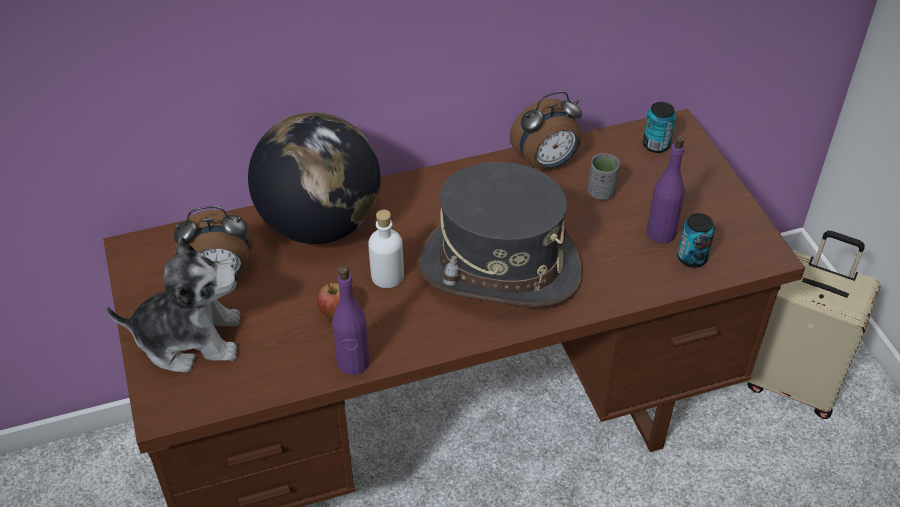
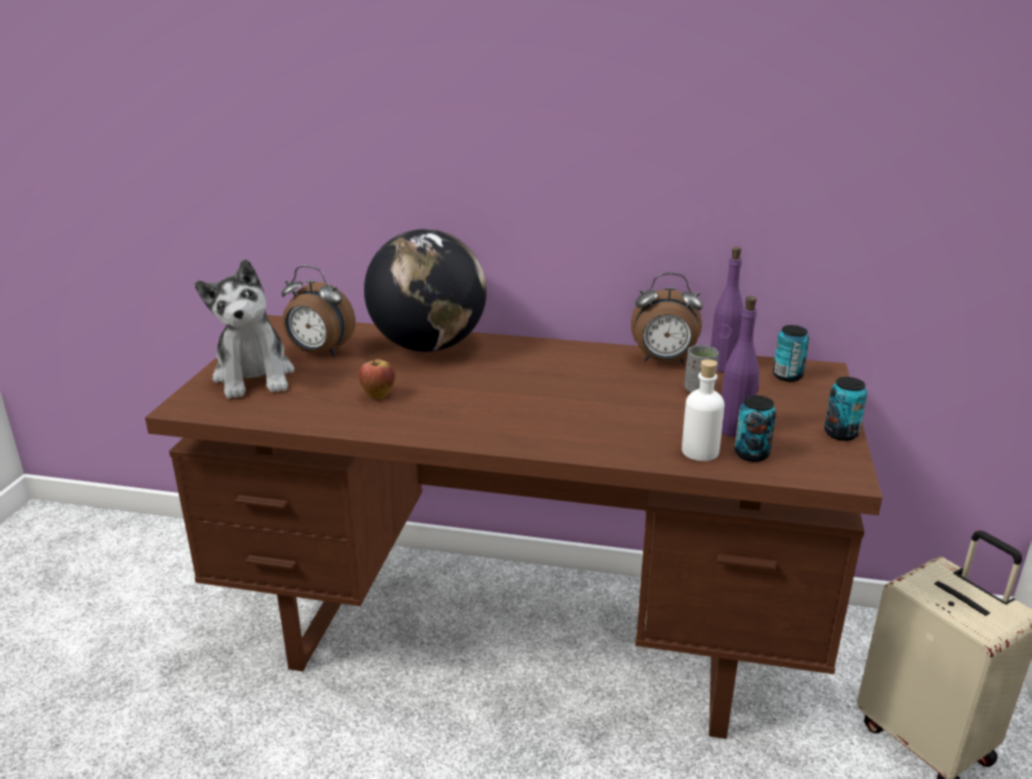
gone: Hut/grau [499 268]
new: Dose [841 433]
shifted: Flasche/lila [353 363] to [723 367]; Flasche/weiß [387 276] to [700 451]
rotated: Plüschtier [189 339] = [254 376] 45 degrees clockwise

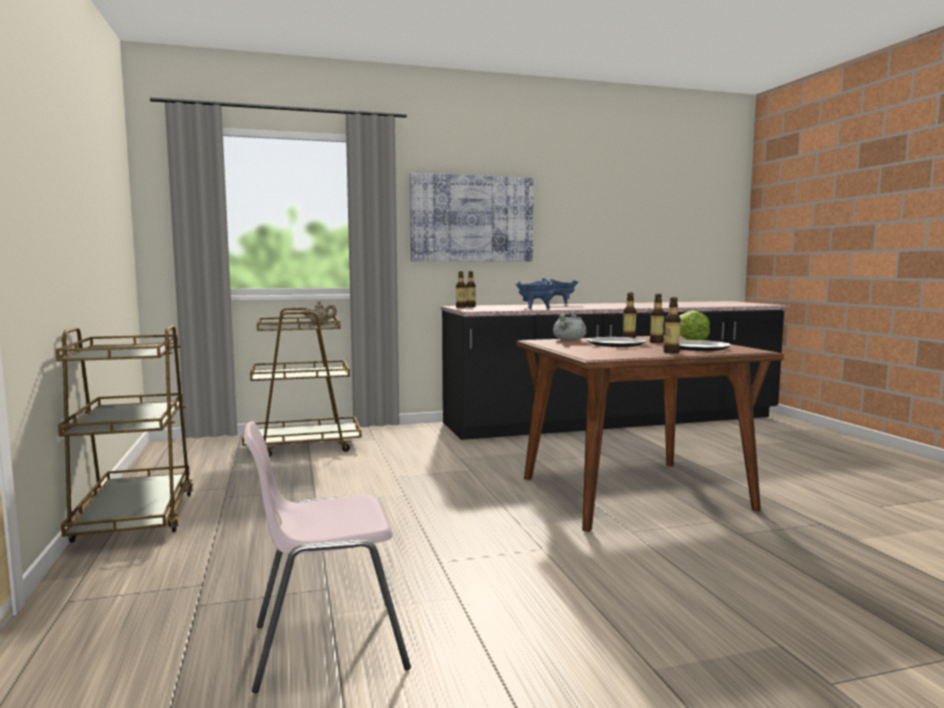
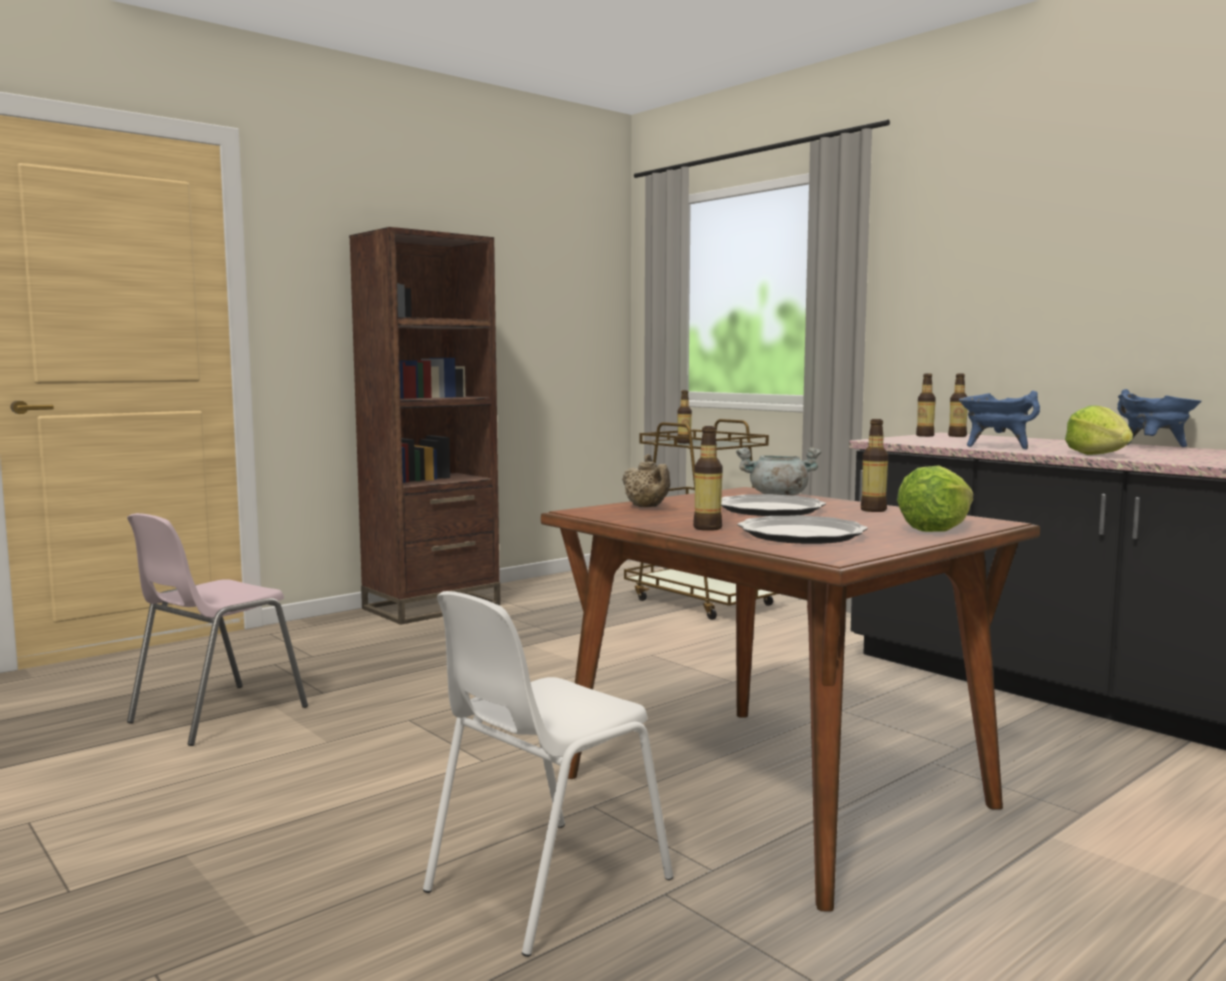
gone: Bild [471 219]
new: Stuhl/weiß [544 884]; Salatkopf [1098 455]
shifted: Teekanne/beige [320 324] to [647 507]; Flasche [656 342] to [684 442]
swapped: Rollwagen/braun [135 518] to Bücherregal/braun [432 607]
rotated: Stuhl/rosa [327 645] = [216 715] 105 degrees counterclockwise

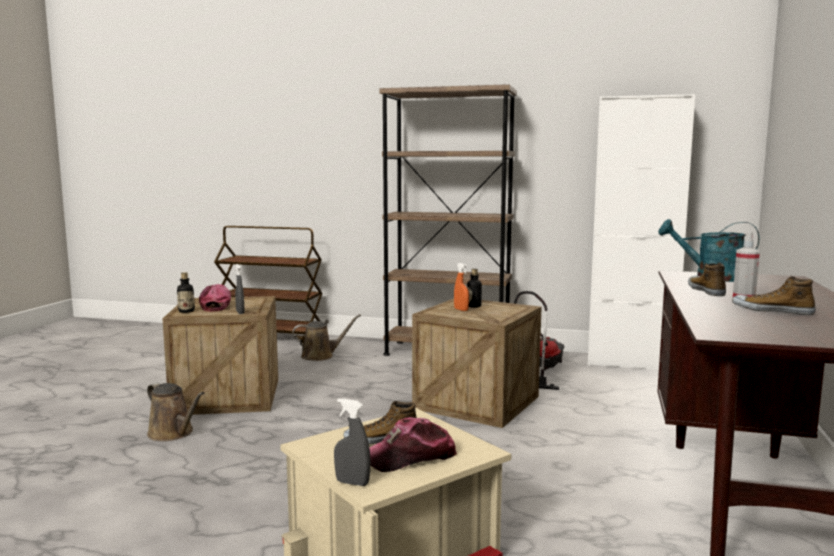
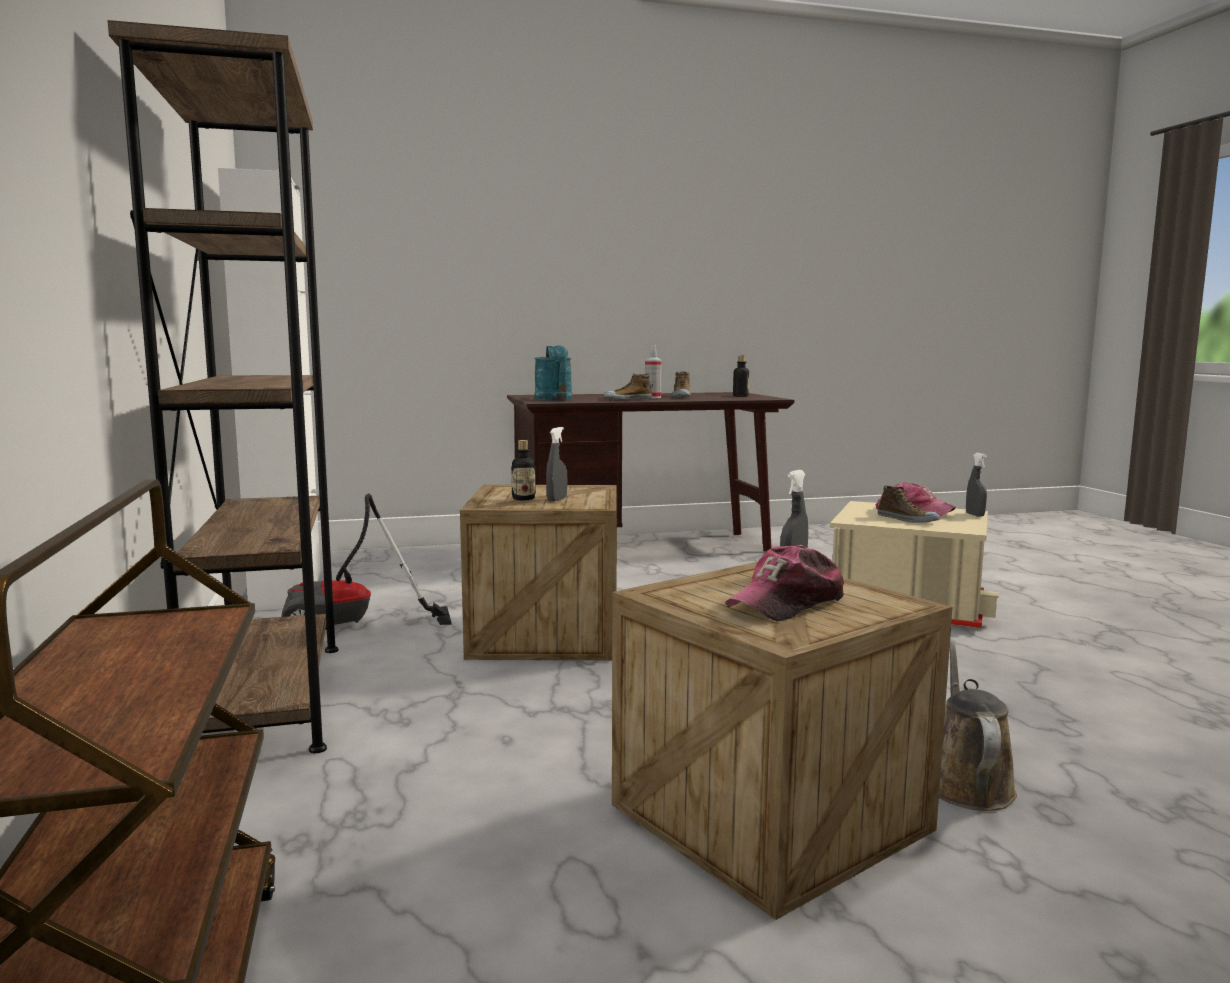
gone: Gießkanne/braun [321 356]
shifted: Flasche [186 311] to [740 396]
repainted: Sprühflasche/orange [461 310] to Sprühflasche/grau [557 500]

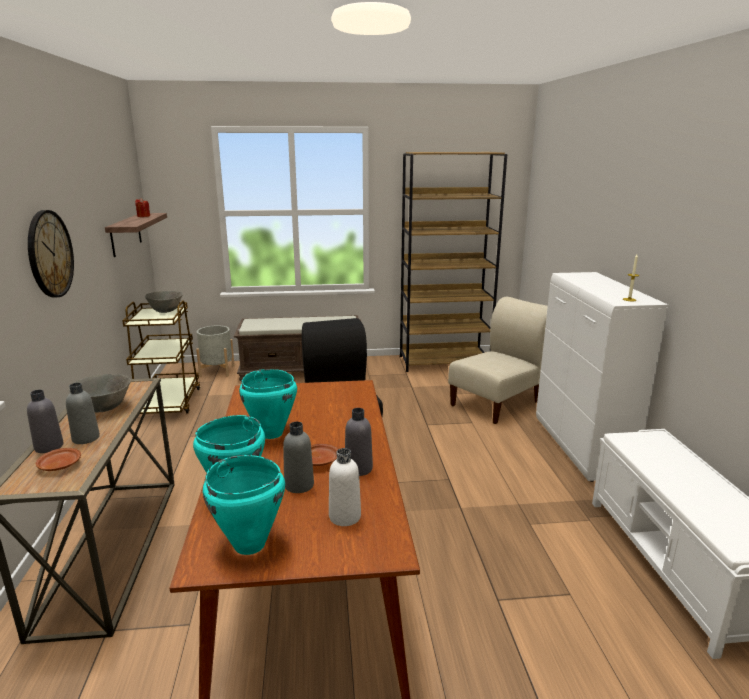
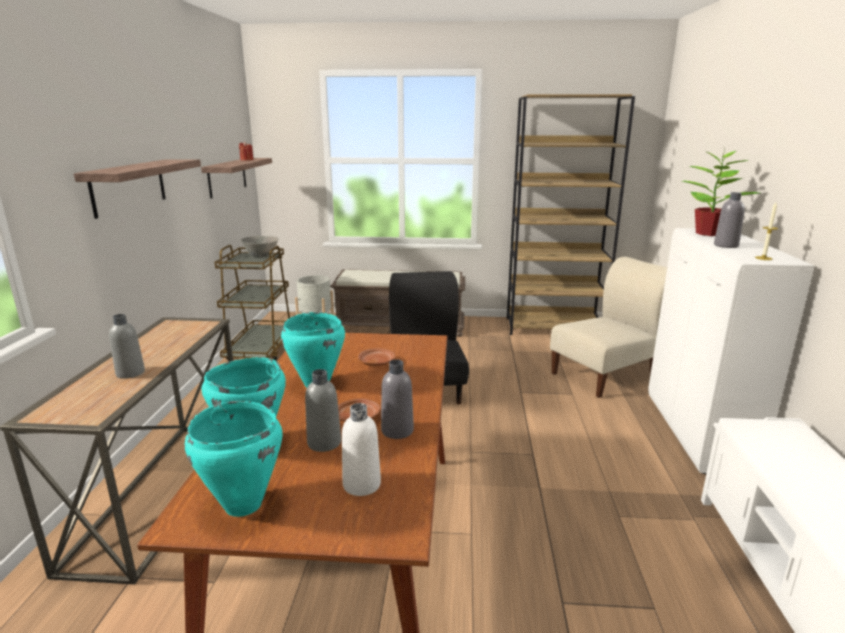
gone: Schüssel/grau [104 408]
new: Topfpflanze [707 233]
shifted: Flasche/grau [49 447] to [726 245]; Teller/braun [59 465] to [376 363]
swapped: Wanduhr [49 254] to Wandregal [129 186]

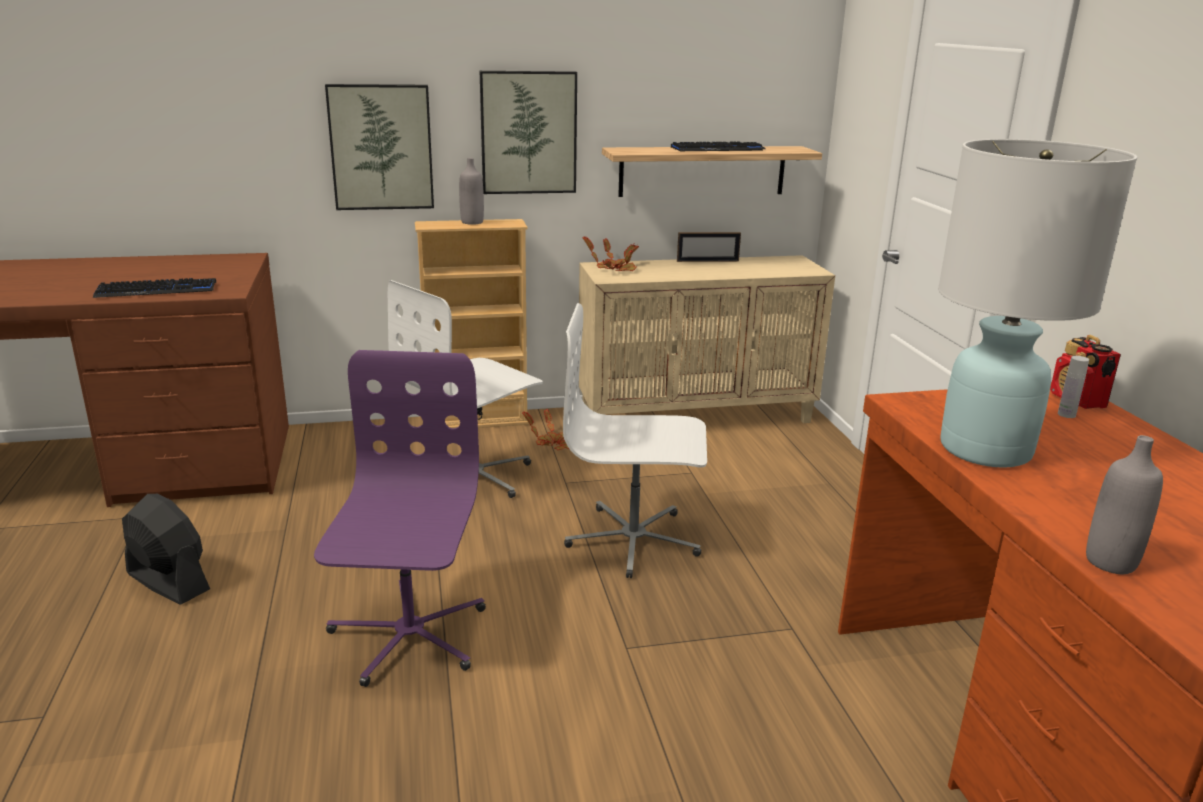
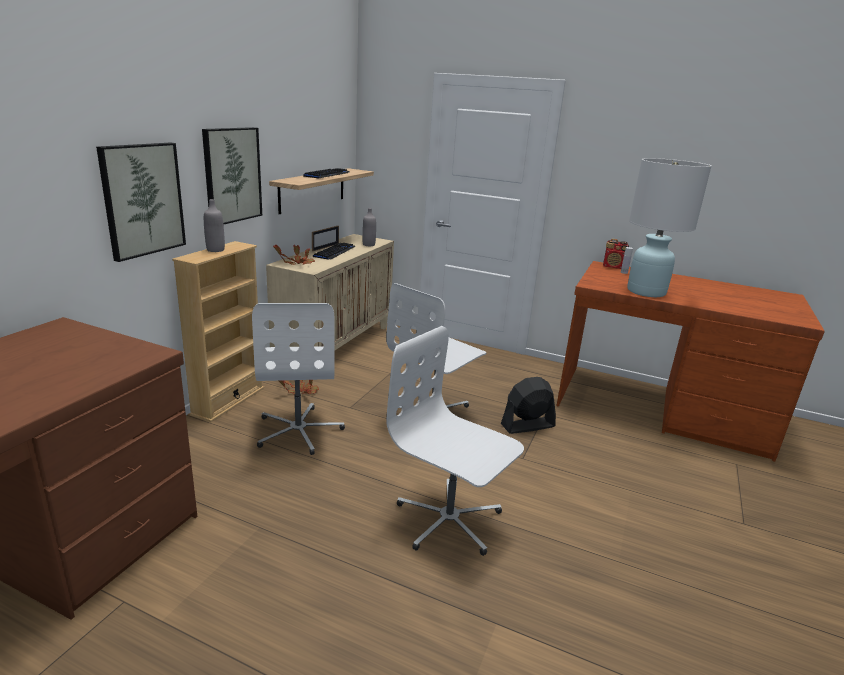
shifted: Tastatur [157 290] to [335 252]; Ventilator/schwarz [168 581] to [527 425]; Flasche/grau [1110 562] to [368 245]
repainted: Bürostuhl/lila [408 636] to Bürostuhl/weiß [448 520]

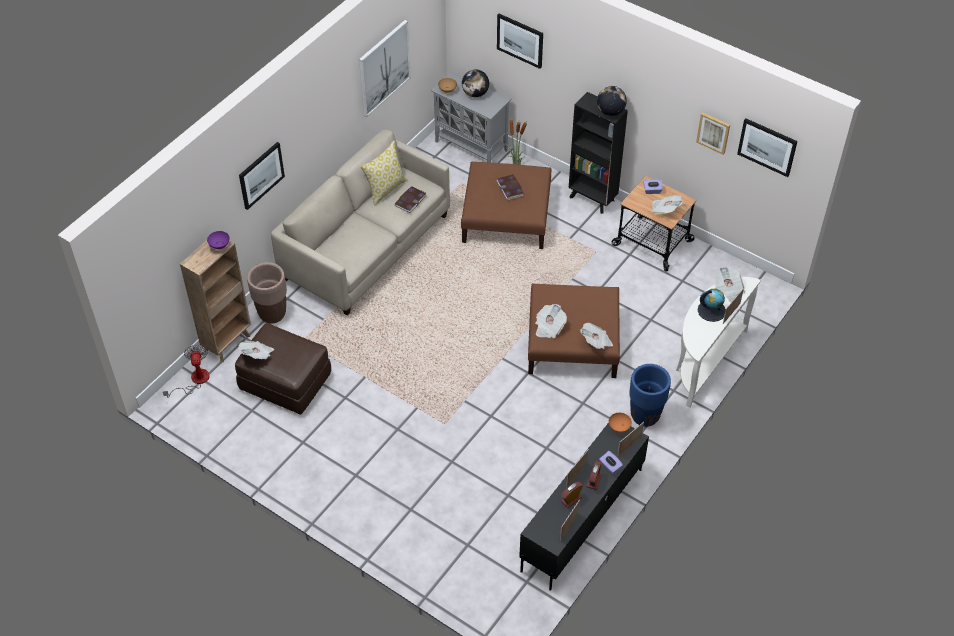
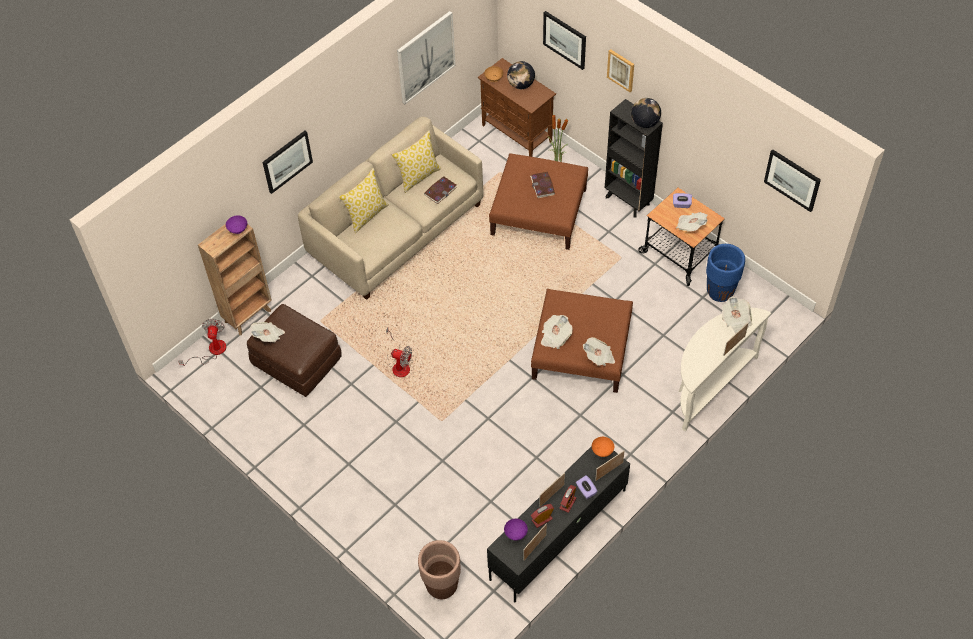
gone: Globus [711 310]
new: Kissen [366 215]; Ventilator [399 364]; Schüssel/lila [516 533]
shifted: Pflanzkübel/braun [272 314] to [442 586]; Pflanzkübel/blau [645 416] to [720 292]; Bild [713 132] to [621 70]
repainted: Schrank/grau [472 146] to Schrank/braun [517 133]

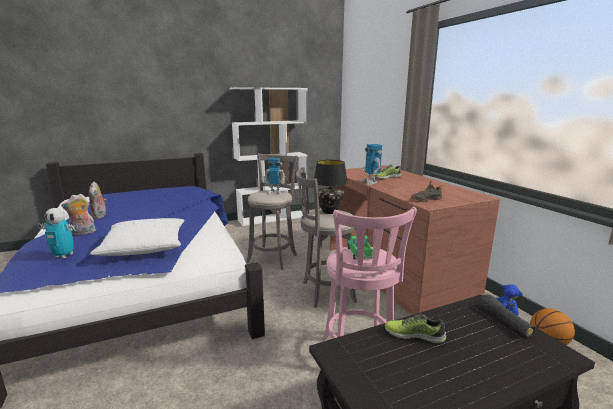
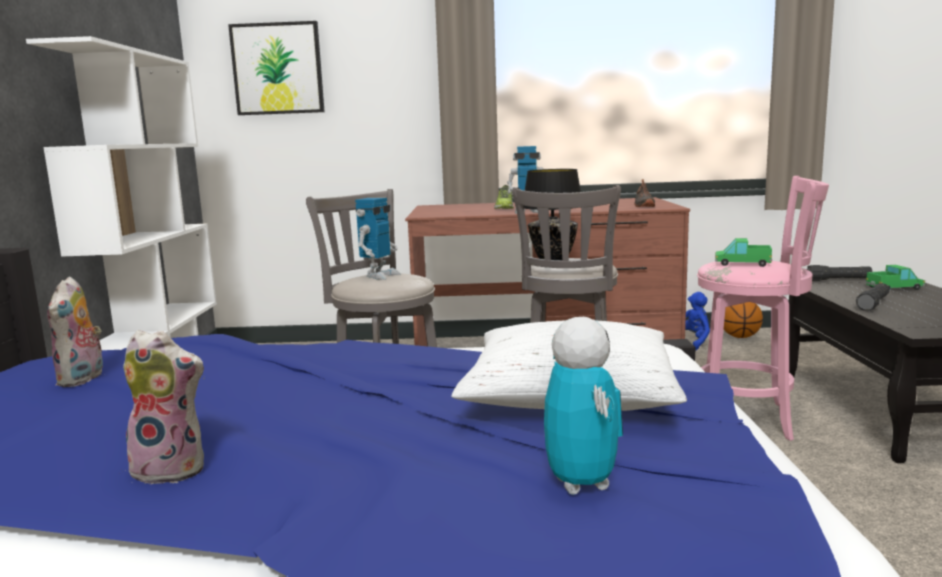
new: Bild [278 69]; Spielzeuglaster [894 288]
shifted: Plüschtier [83 233] to [83 379]
swapped: Schuh [414 334] to Taschenlampe/schwarz [873 304]
rotated: Spielzeugroboter [63 255] = [581 483] 45 degrees counterclockwise

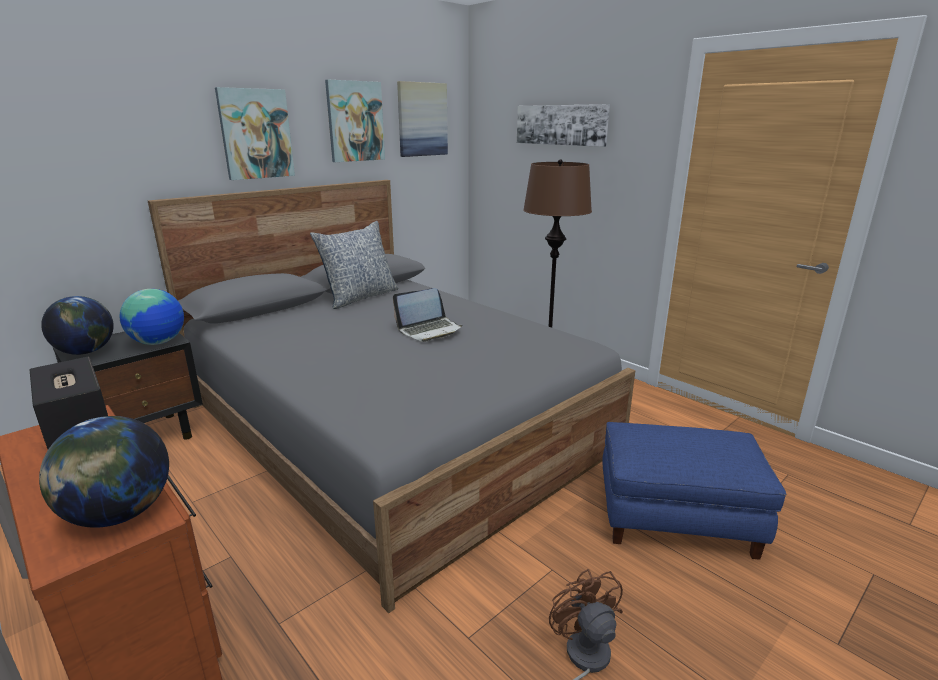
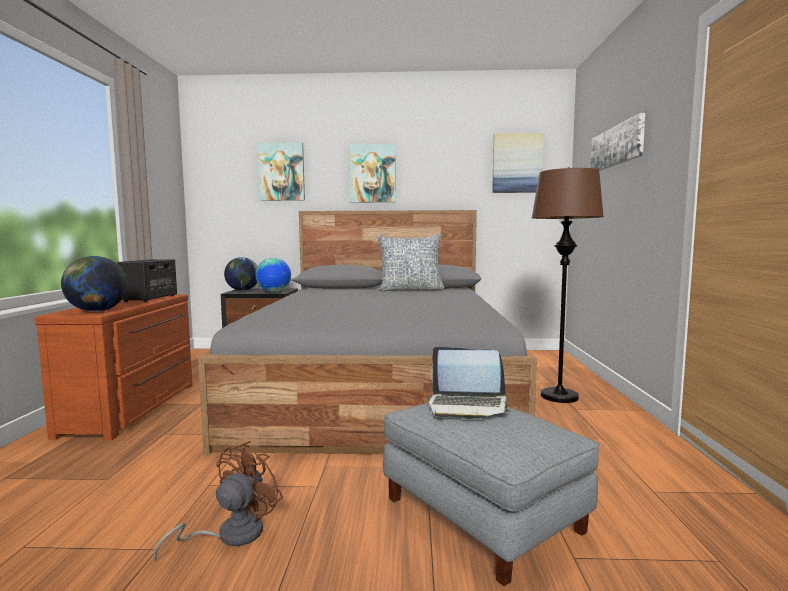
shifted: Bild [355 121] to [281 172]; Laptop [429 330] to [467 406]
repainted: Polsterhocker/blau [675 518] to Polsterhocker/grau [480 515]

